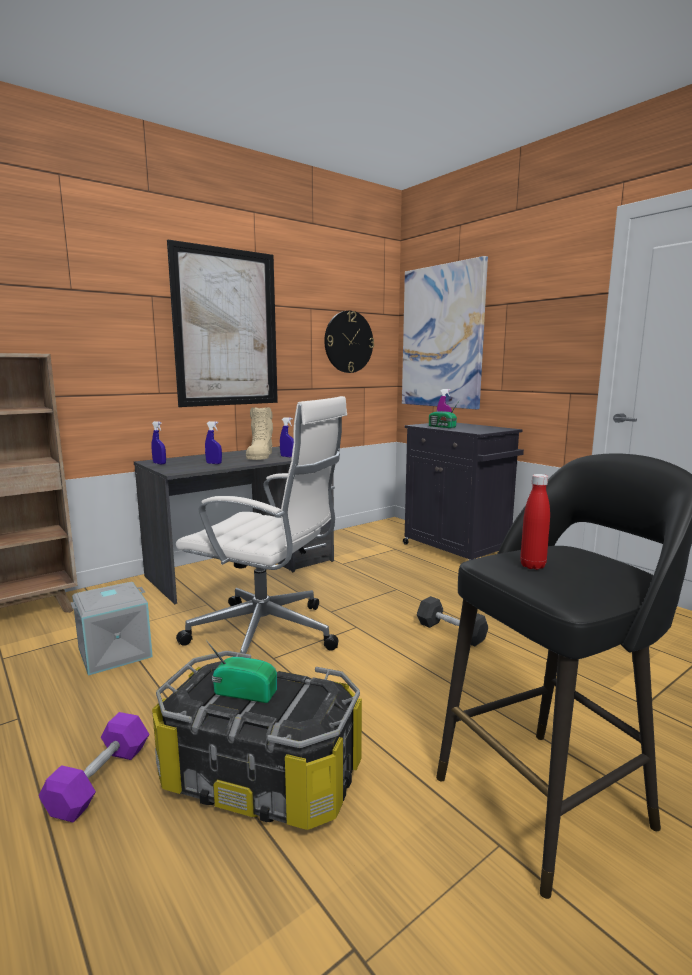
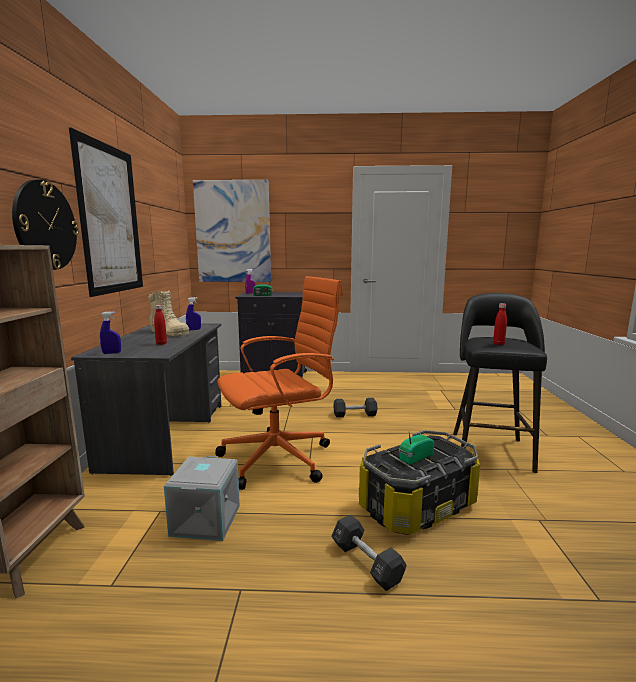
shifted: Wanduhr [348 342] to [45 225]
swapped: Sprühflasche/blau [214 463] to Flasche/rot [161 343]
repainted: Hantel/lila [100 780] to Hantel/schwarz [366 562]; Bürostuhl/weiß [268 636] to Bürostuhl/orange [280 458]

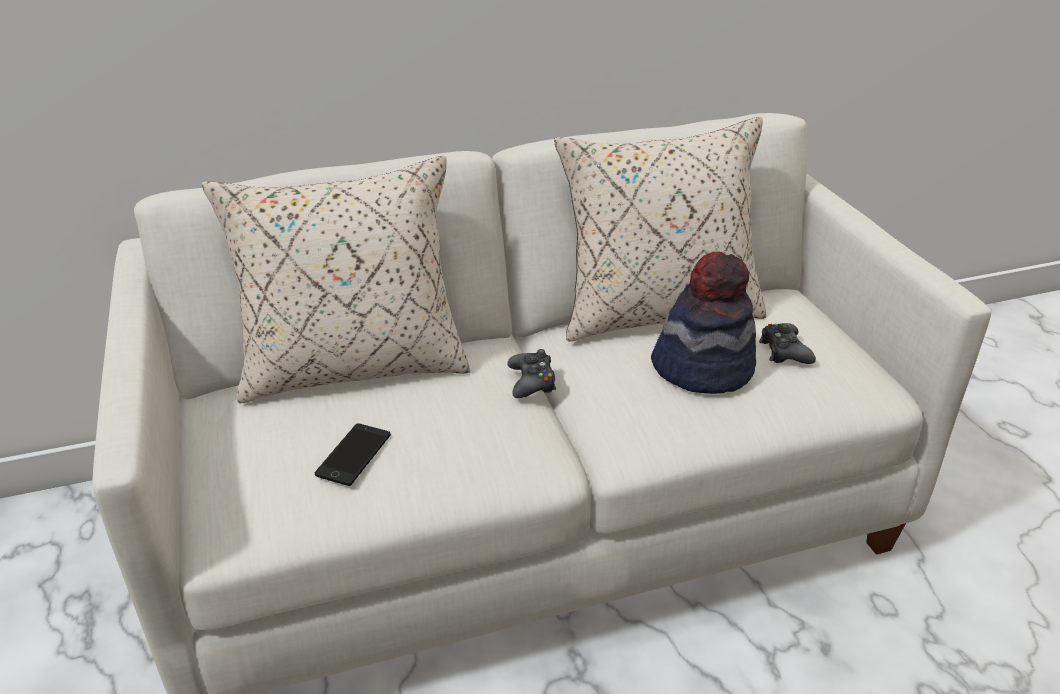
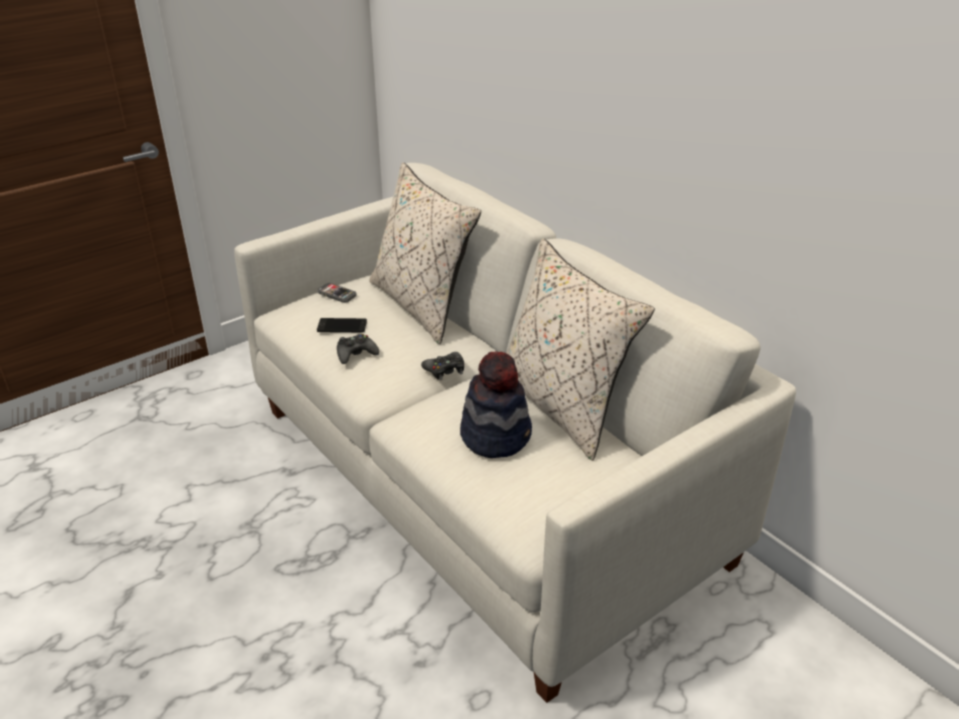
new: Handy [337 294]
shifted: Gamepad/schwarz [784 351] to [356 354]

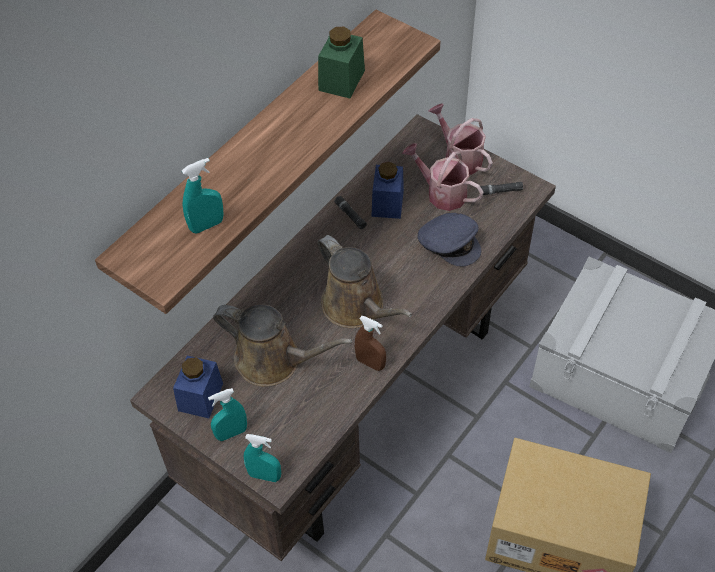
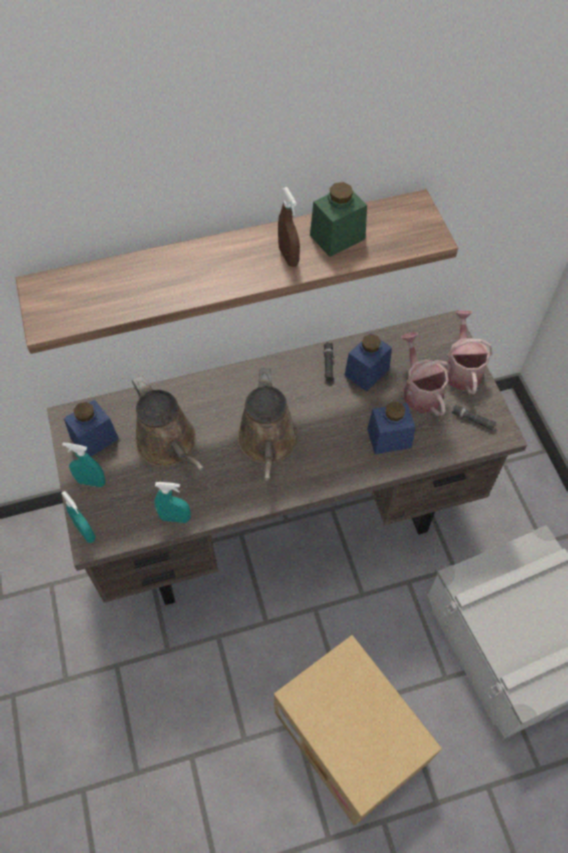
shifted: Sprühflasche/türkis [207 225] to [175 518]; Sprühflasche/braun [370 363] to [288 257]
swapped: Kappe/grau [450 243] to Vorratsglas/blau [389 438]

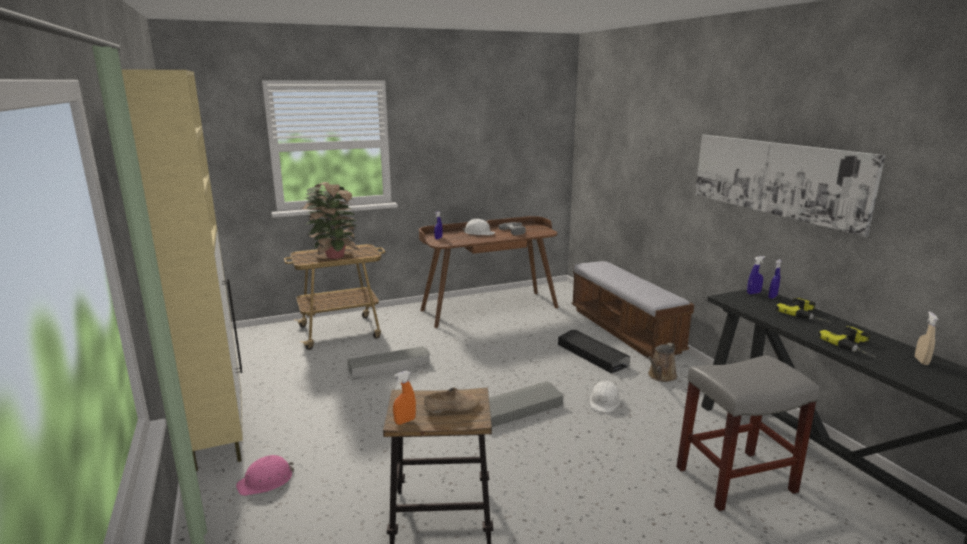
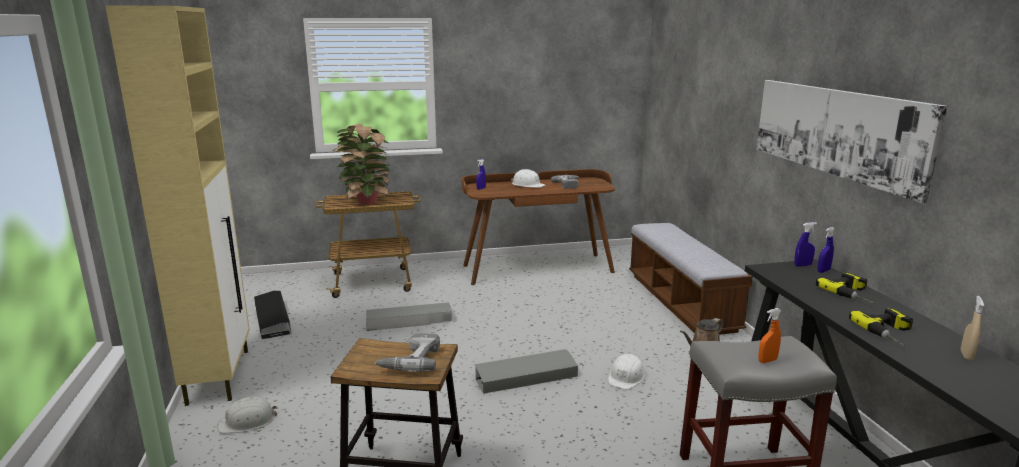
shifted: Sprühflasche/orange [405 421] to [767 360]; Aufbewahrungsbox/schwarz [592 355] to [272 319]
swapped: Schuh/beige [452 406] to Bohrmaschine [410 360]
repainted: Schutzhelm/rosa [266 481] to Schutzhelm/weiß [247 421]

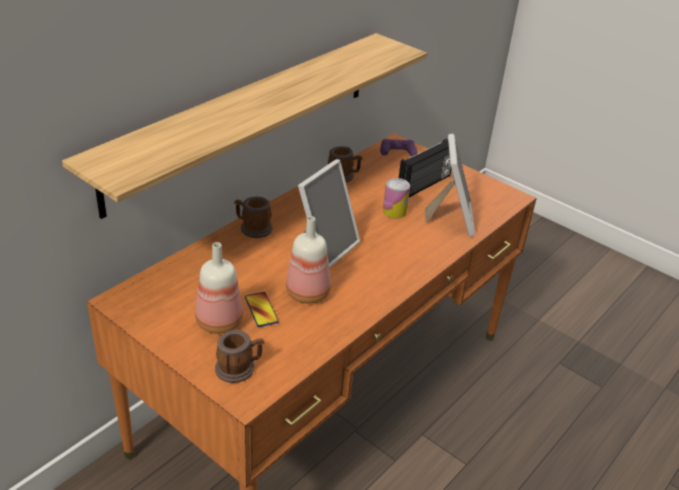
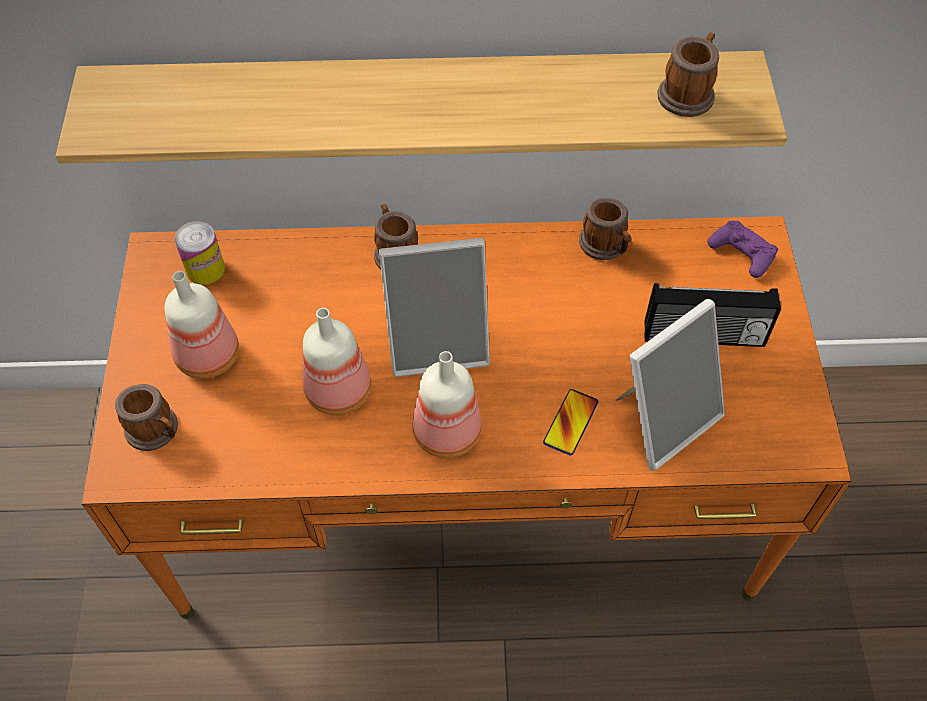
new: Flasche [447 435]; Henkelbecher [688 93]
shifted: Handy [261 310] to [570 422]; Dose [394 211] to [205 269]

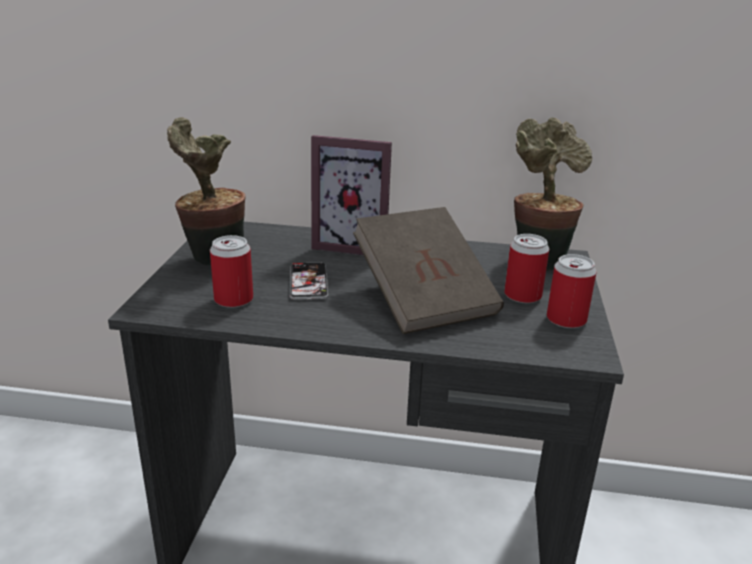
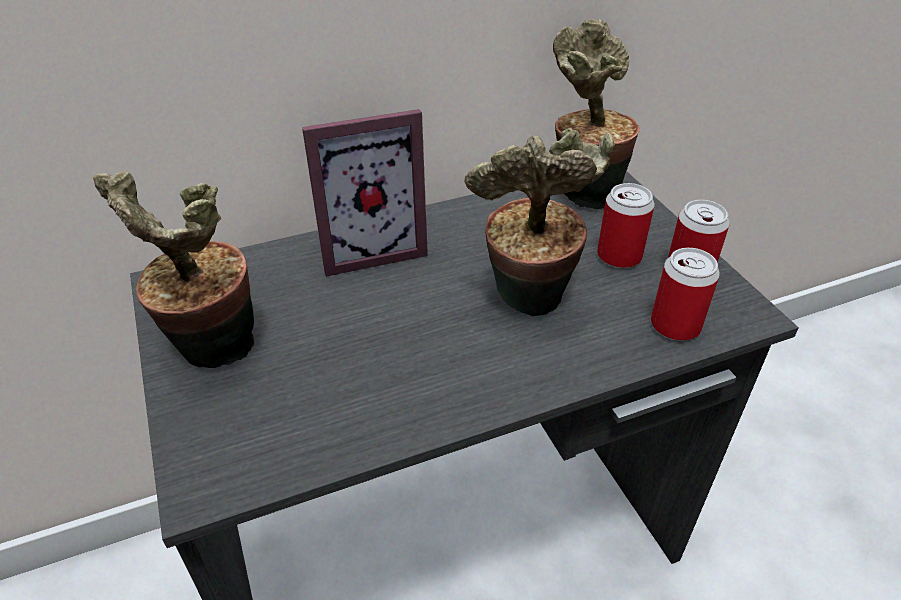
gone: Handy [308 282]
shifted: Dose [233 300] to [675 325]
swapped: Buch/braun [424 298] to Topfpflanze [529 304]

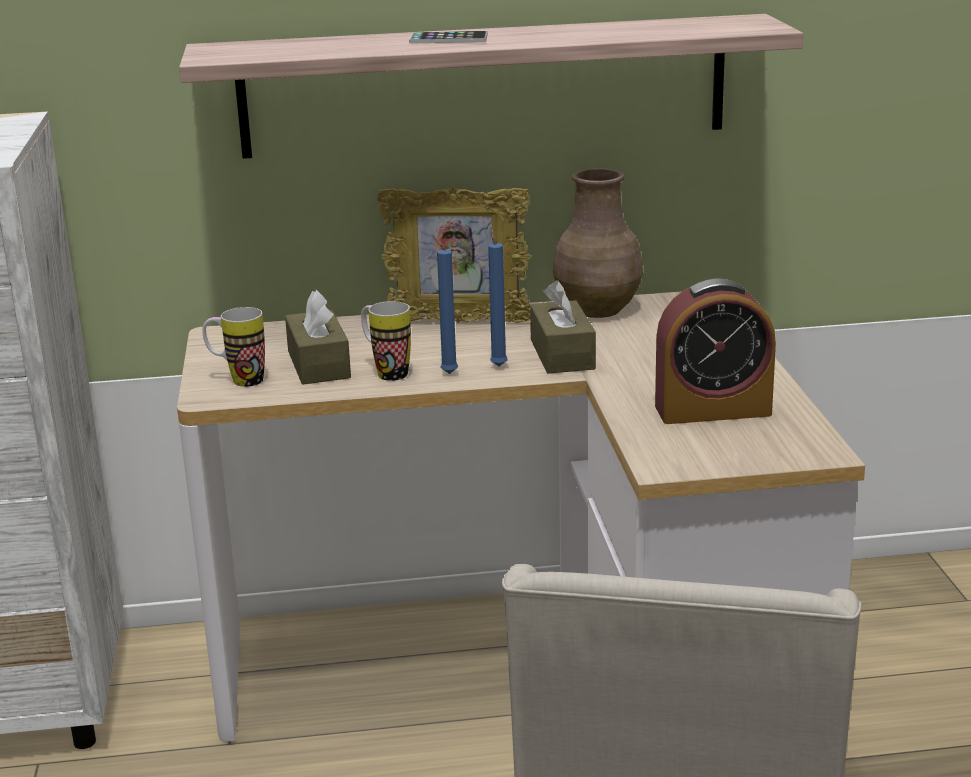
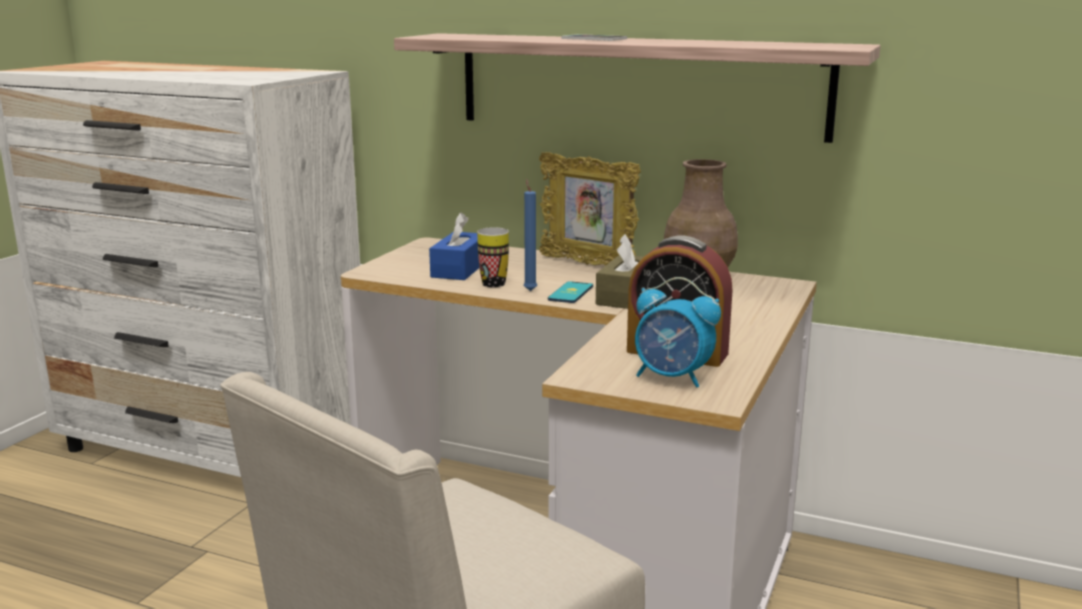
gone: Henkelbecher [238 380]
new: Wecker [672 378]
swapped: Kerze/blau [498 365] to Handy [571 293]
repainted: Taschentuchbox/braun [318 364] to Taschentuchbox/blau [459 269]

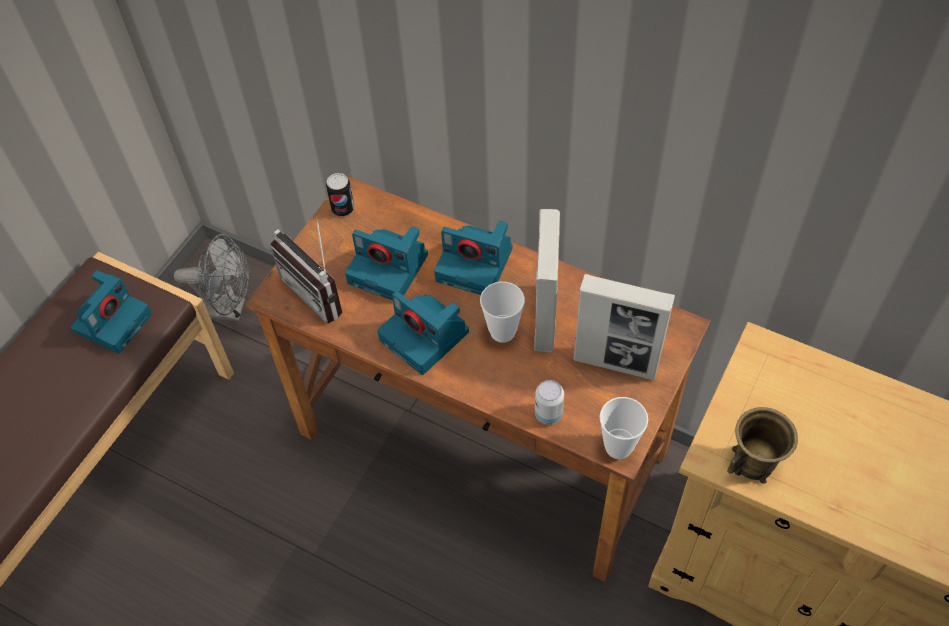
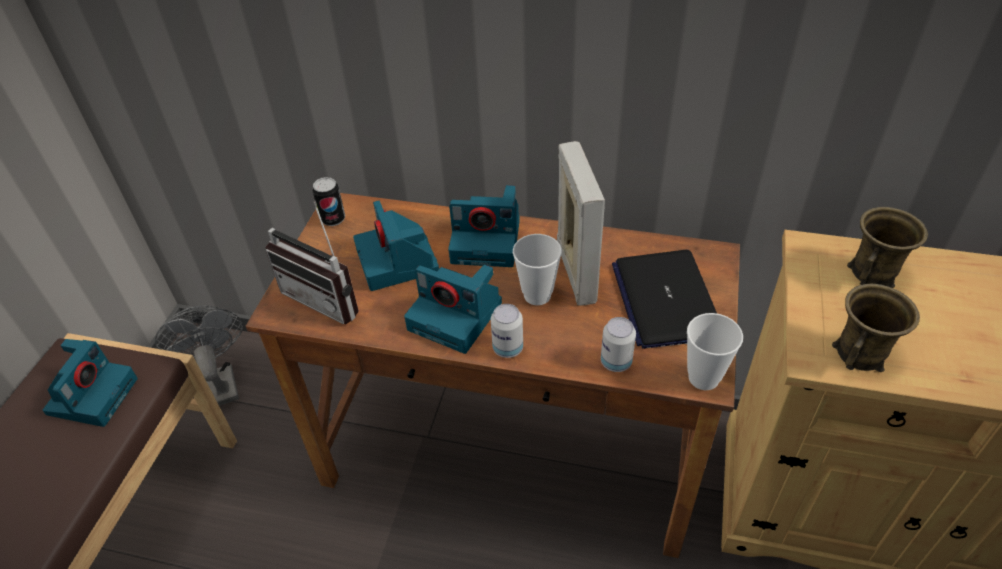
new: Dose [508 348]; Henkelbecher/braun [874 273]
swapped: Bilderrahmen [616 363] to Laptop [665 299]
rotated: Ventilator/grau [228 309] = [220 381] 105 degrees counterclockwise; Kamera [390 269] = [398 262] 60 degrees clockwise

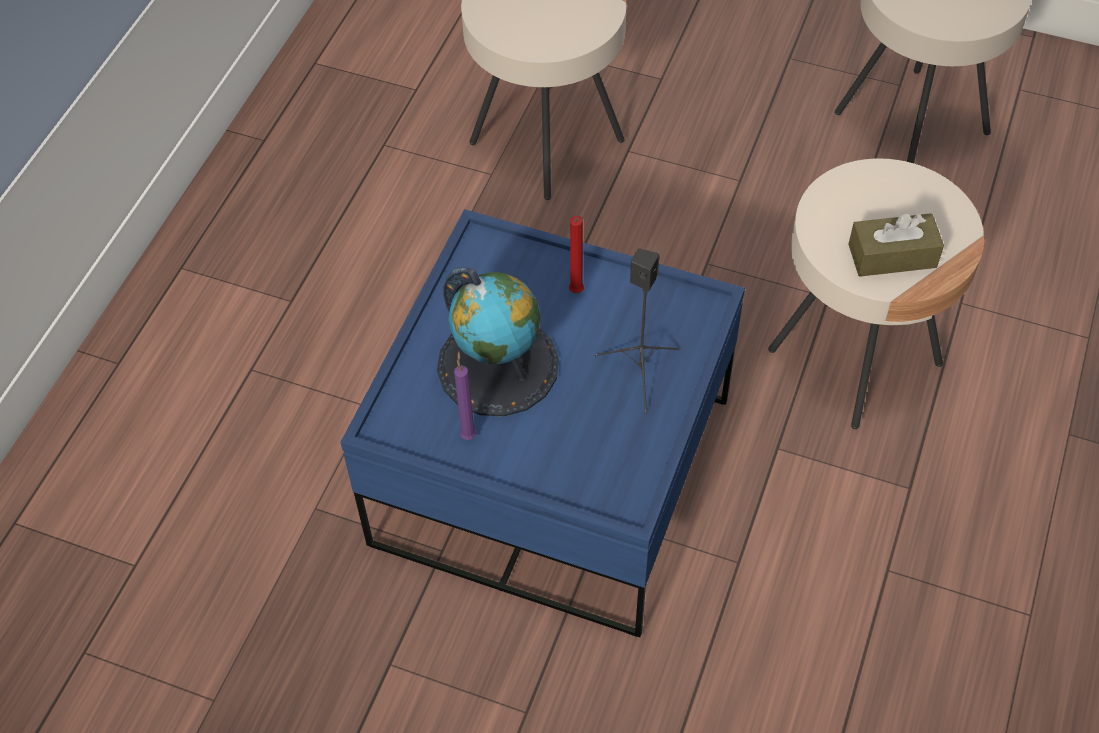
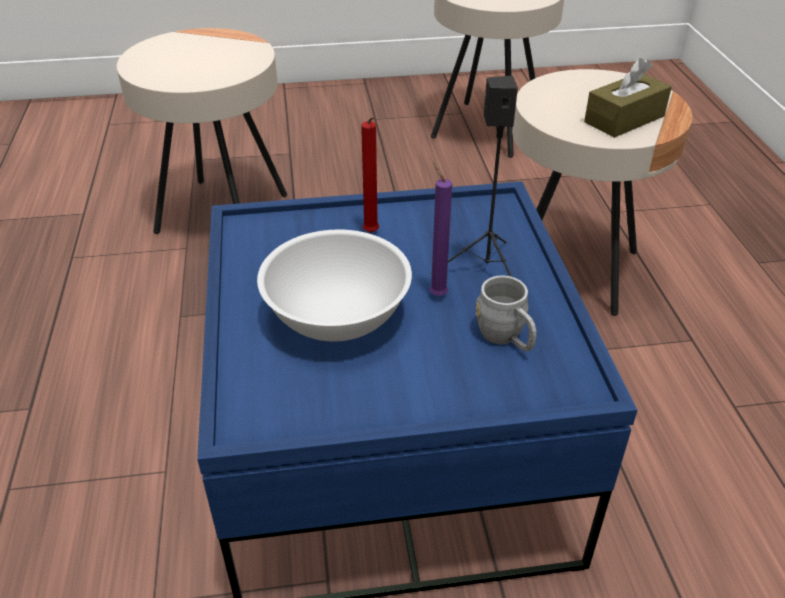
new: Henkelbecher/grau [506 338]
shifted: Kerze/lila [468 434] to [436 294]
swapped: Globus [498 365] to Schüssel/weiß [338 315]

